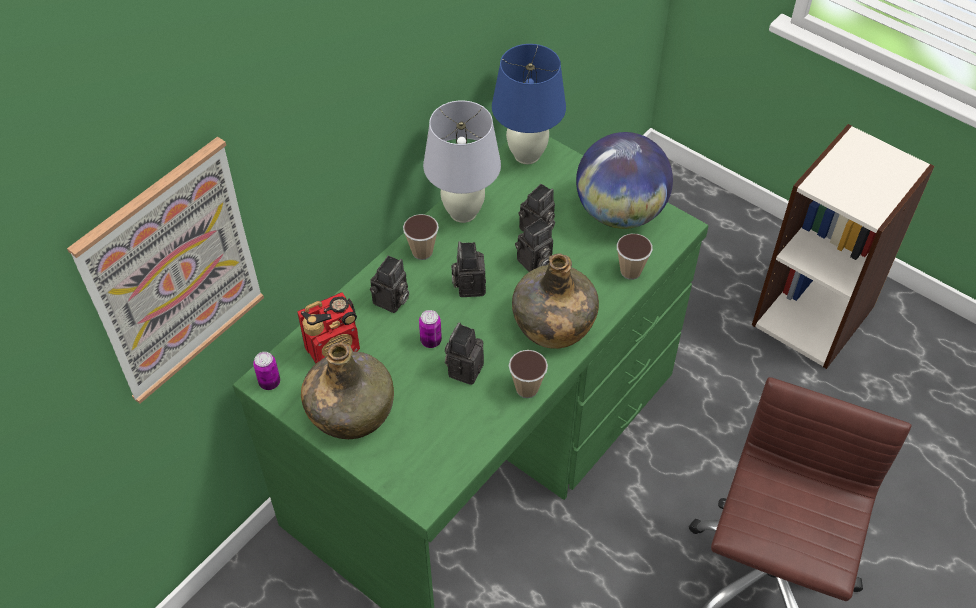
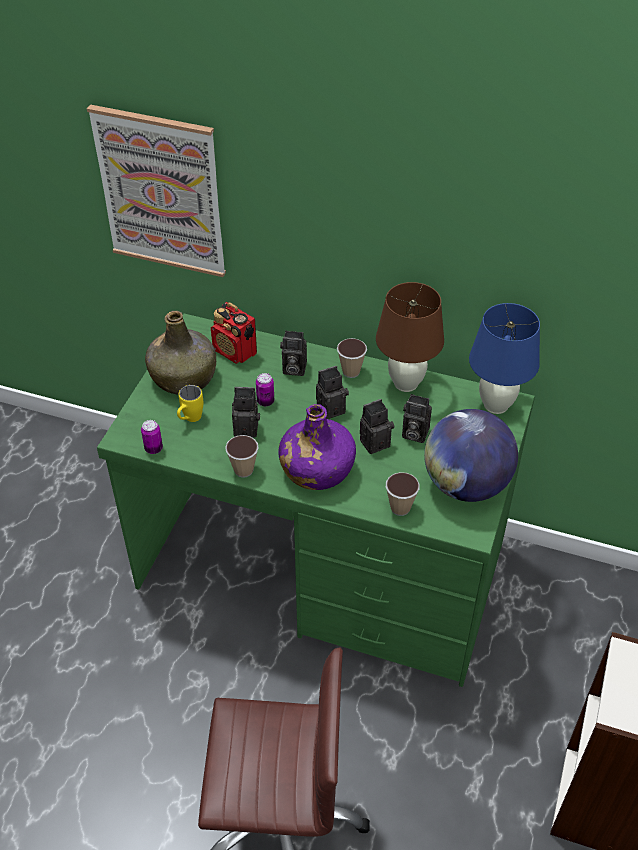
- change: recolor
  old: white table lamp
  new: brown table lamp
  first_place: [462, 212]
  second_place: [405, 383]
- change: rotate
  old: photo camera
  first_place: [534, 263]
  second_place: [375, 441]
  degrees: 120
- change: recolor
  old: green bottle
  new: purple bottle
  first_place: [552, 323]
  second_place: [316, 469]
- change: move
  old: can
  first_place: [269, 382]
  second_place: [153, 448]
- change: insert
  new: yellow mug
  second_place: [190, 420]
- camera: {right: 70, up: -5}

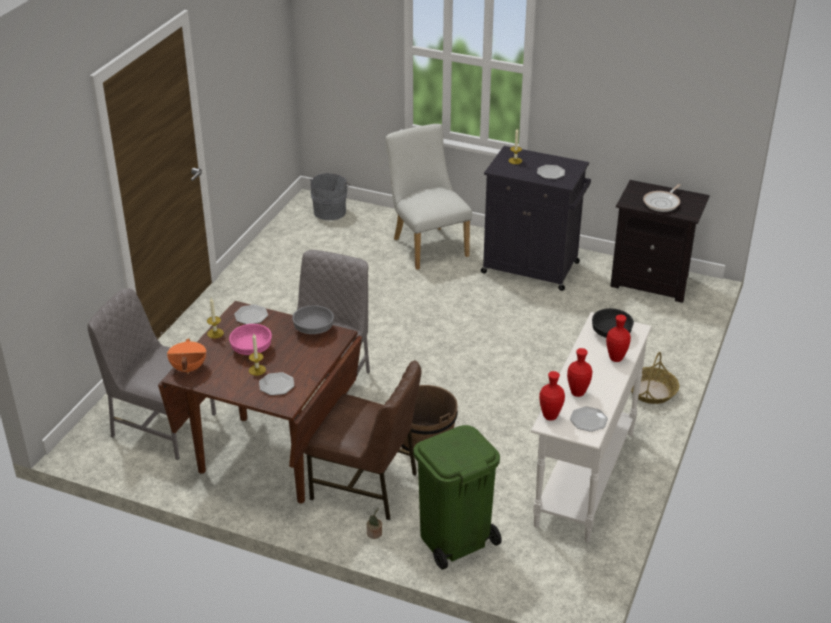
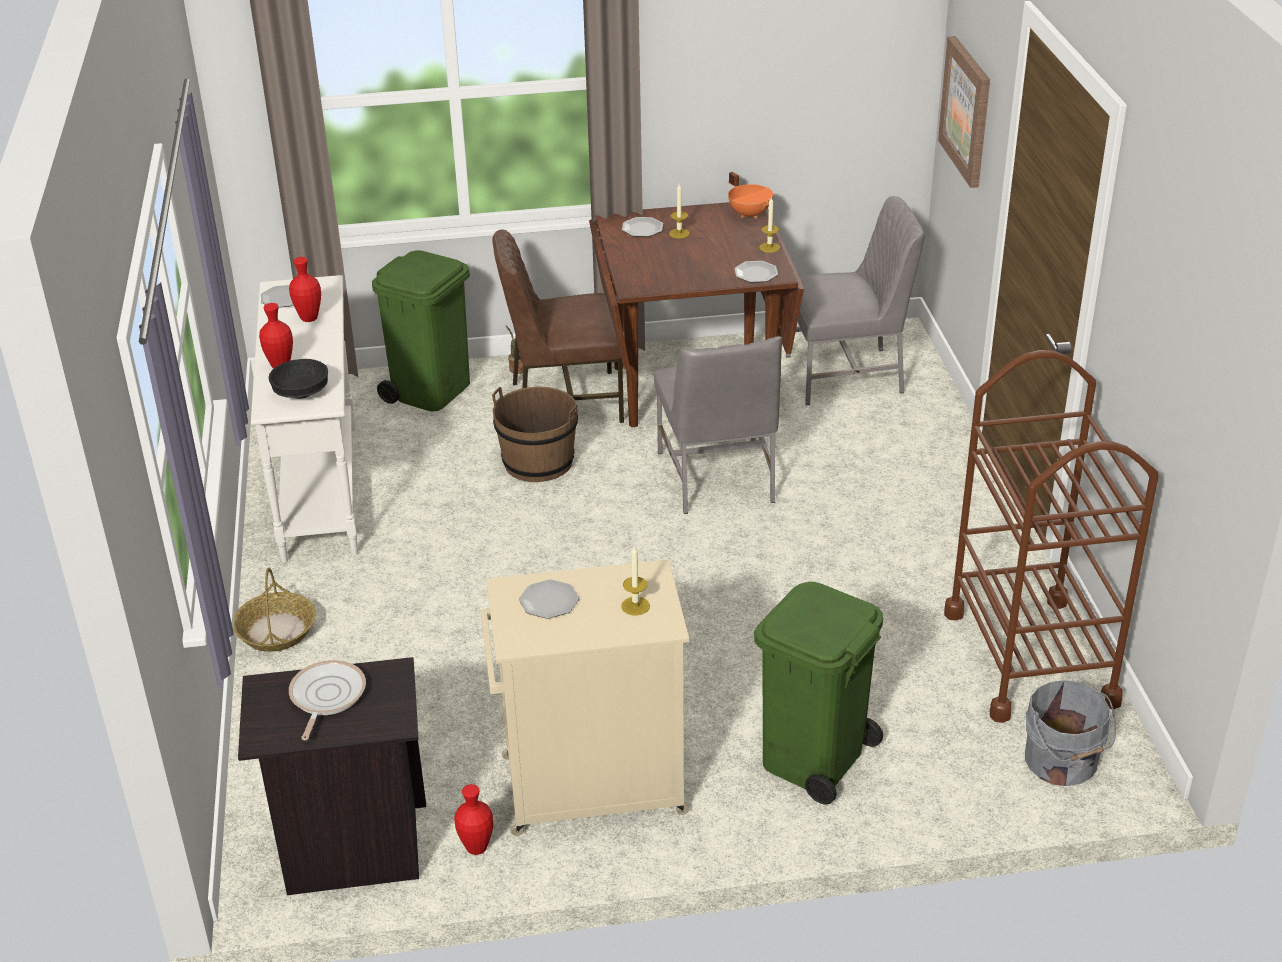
- change: replace
  old: white chair
  new: green trash can
  first_place: [427, 245]
  second_place: [813, 759]
- change: recolor
  old: black cabinet
  new: beige cabinet
  first_place: [532, 268]
  second_place: [589, 786]
- change: delete
  old: grey bowl
  first_place: [314, 330]
- change: delete
  old: pink bowl
  first_place: [251, 349]
- change: move
  old: red vase
  first_place: [550, 416]
  second_place: [476, 848]
- change: insert
  new: picture
  second_place: [967, 111]
- change: insert
  new: brown cart
  second_place: [1029, 657]
- camera: {right: 150, up: 0}

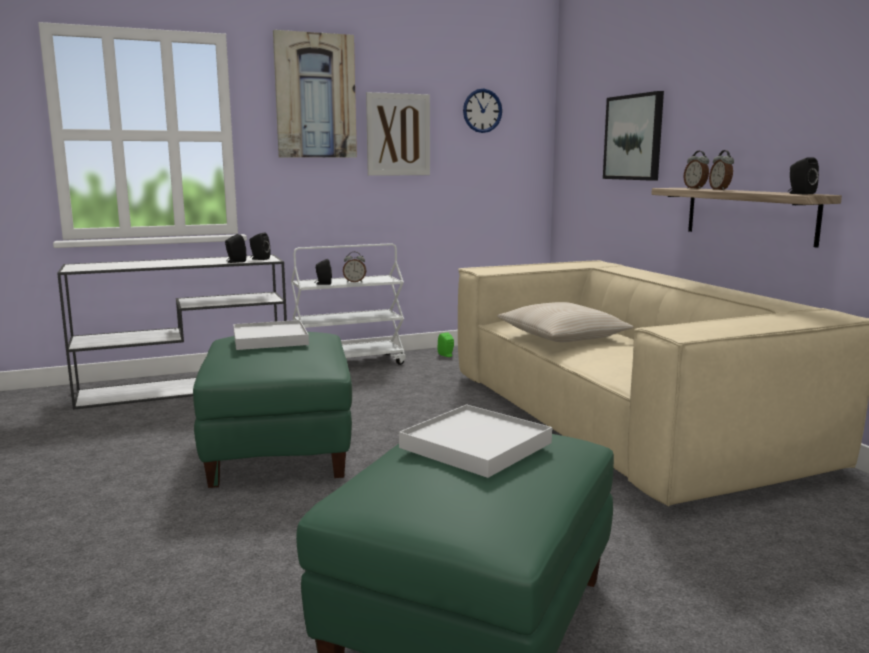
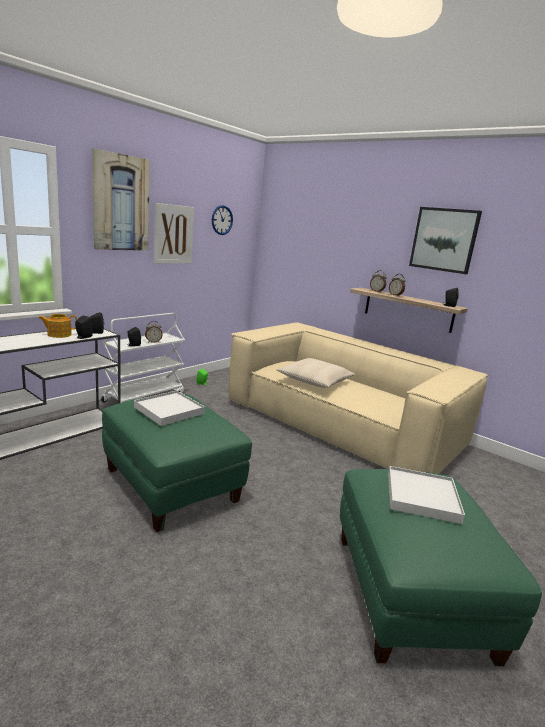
- change: move
  old: picture
  first_place: [634, 137]
  second_place: [444, 240]
- change: insert
  new: teapot
  second_place: [59, 334]
- camera: {right: -30, up: 5}

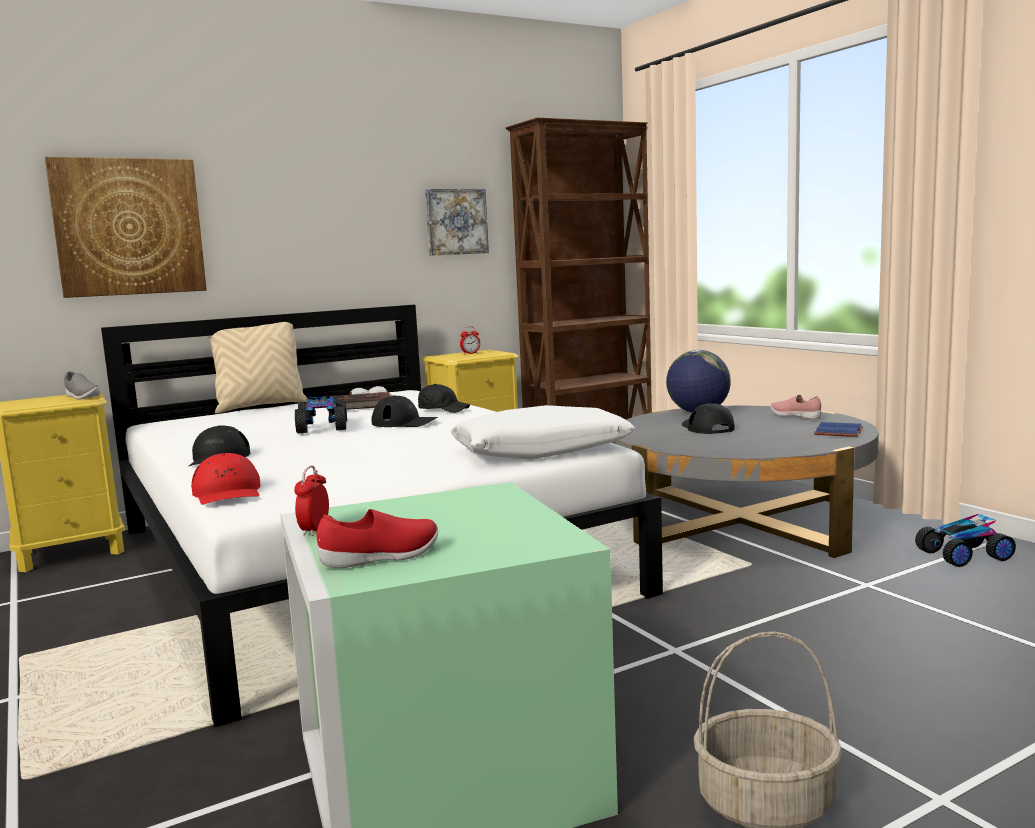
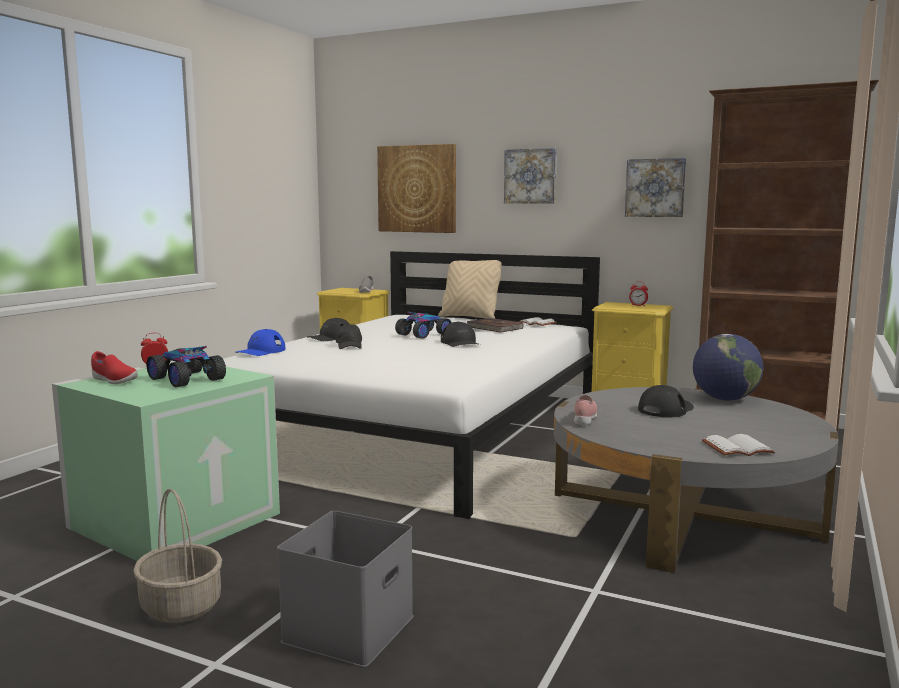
- change: move
  old: black cap
  first_place: [443, 410]
  second_place: [349, 346]
- change: move
  old: pink shoe
  first_place: [796, 417]
  second_place: [585, 419]
- change: delete
  old: white pillow
  first_place: [541, 451]
- change: recolor
  old: blue book
  new: white book
  first_place: [837, 432]
  second_place: [737, 448]
- change: recolor
  old: red cap
  new: blue cap
  first_place: [228, 493]
  second_place: [261, 351]
- change: move
  old: toy car
  first_place: [963, 555]
  second_place: [187, 379]
- change: insert
  new: picture
  second_place: [530, 176]
- change: insert
  new: grey storage box
  second_place: [348, 627]
- camera: {right: 55, up: 0}

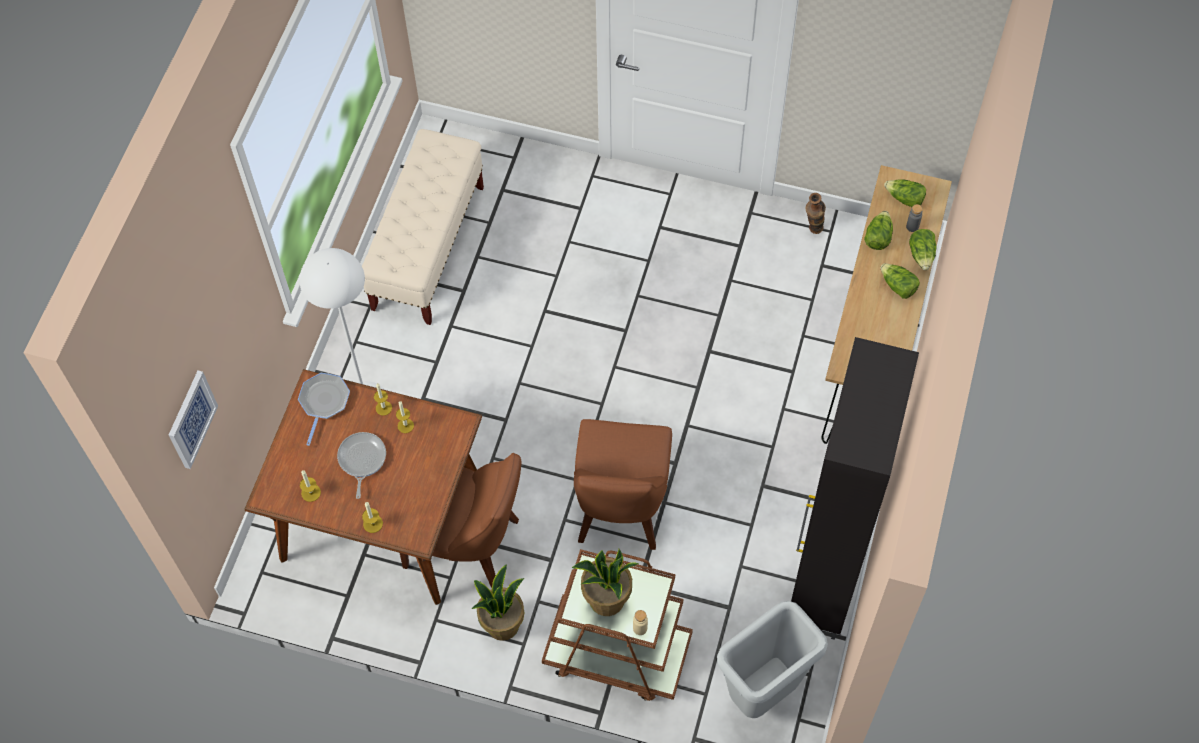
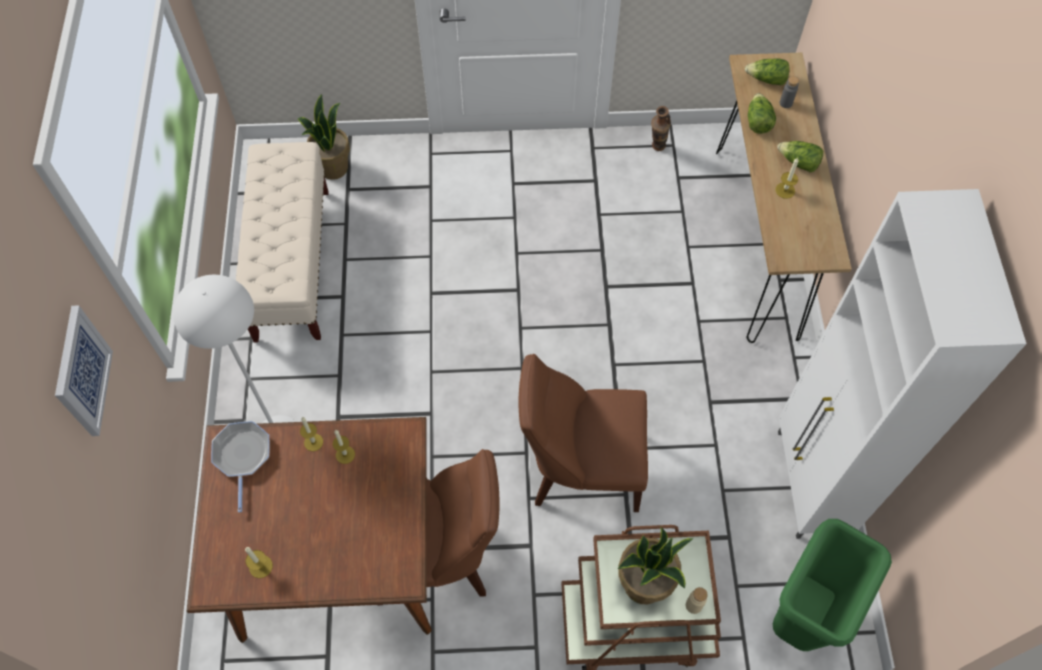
- change: delete
  old: lettuce
  first_place: [922, 255]
- change: recolor
  old: black cabinet
  new: white cabinet
  first_place: [822, 585]
  second_place: [809, 484]
- change: move
  old: picture
  first_place: [191, 419]
  second_place: [81, 372]
- change: rotate
  old: brown chair
  first_place: [620, 507]
  second_place: [580, 468]
  degrees: 105
- change: delete
  old: frying pan
  first_place: [361, 460]
- change: move
  old: candle
  first_place: [373, 523]
  second_place: [785, 190]
- change: move
  old: potted plant
  first_place: [502, 624]
  second_place: [333, 167]
- change: recolor
  old: grey trash can
  new: green trash can
  first_place: [762, 692]
  second_place: [798, 616]
- camera: {right: -20, up: 0}

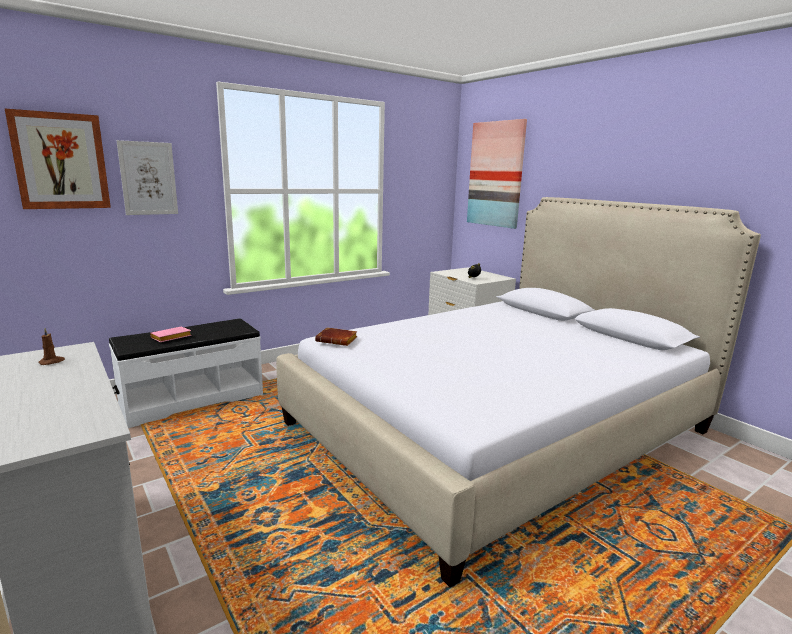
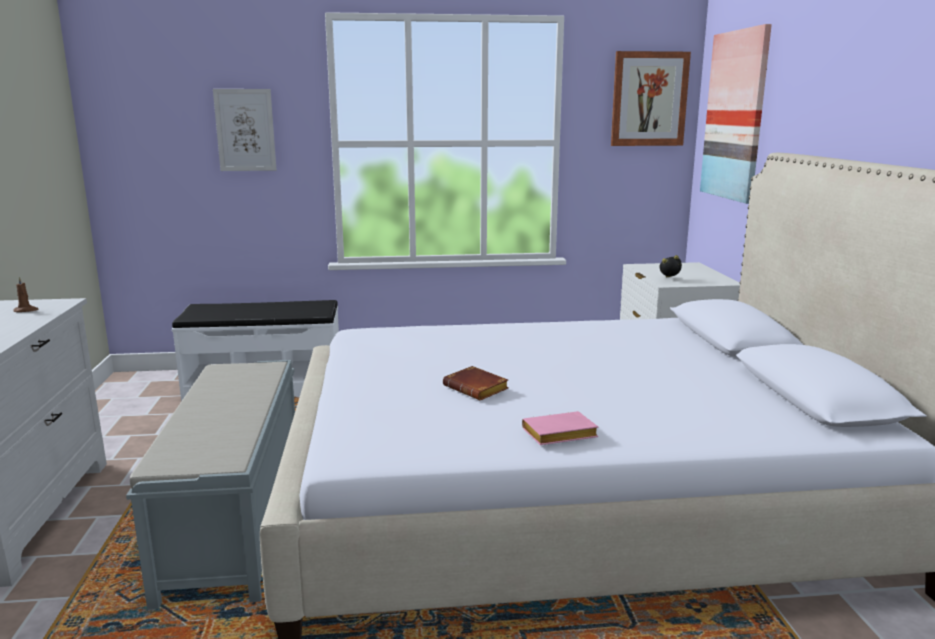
- change: move
  old: picture
  first_place: [60, 161]
  second_place: [649, 99]
- change: move
  old: pink book
  first_place: [170, 338]
  second_place: [558, 435]
- change: move
  old: brown book
  first_place: [338, 340]
  second_place: [478, 389]
- change: insert
  new: grey bench
  second_place: [236, 520]
- camera: {right: 30, up: 0}

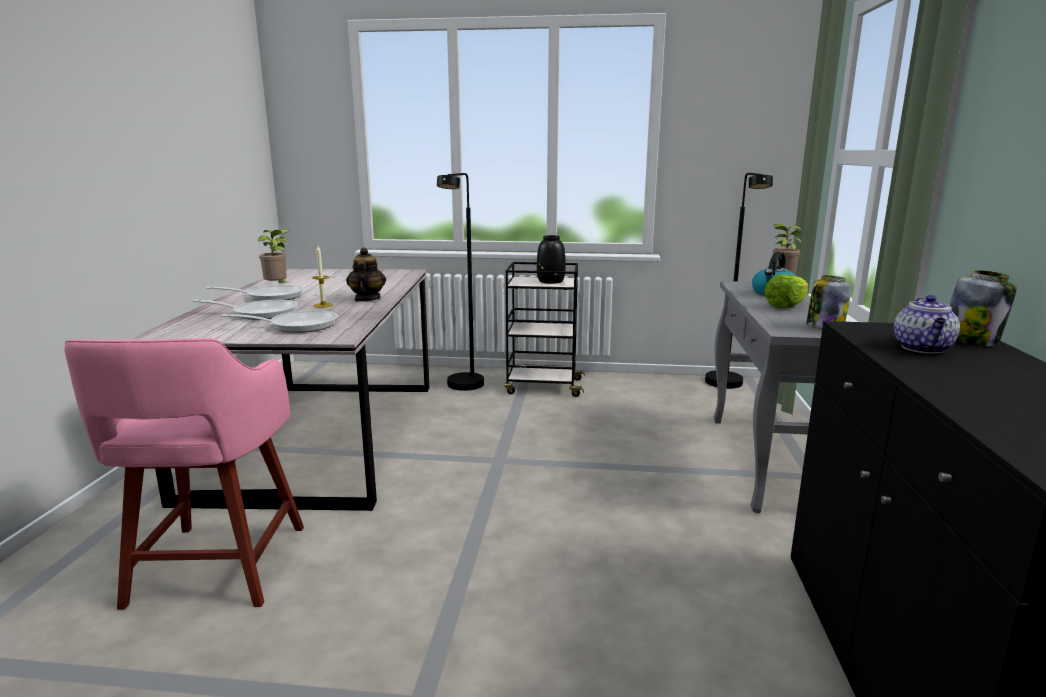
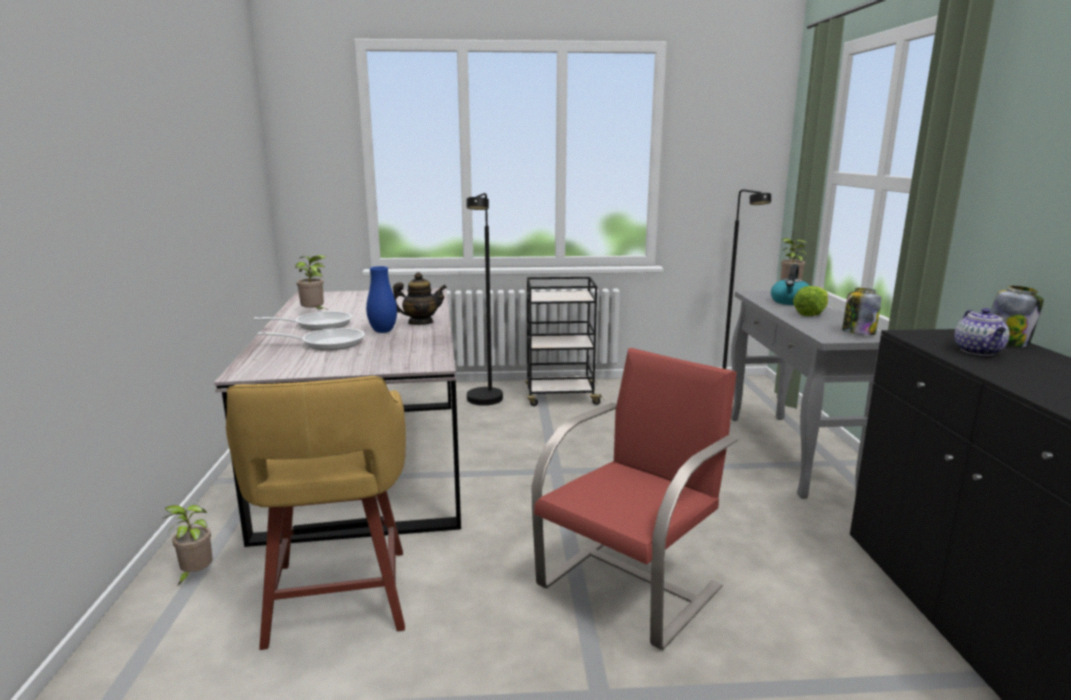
- change: delete
  old: black vase
  first_place: [551, 281]
- change: replace
  old: candle
  new: blue vase
  first_place: [323, 305]
  second_place: [383, 331]
- change: rotate
  old: teapot
  first_place: [367, 299]
  second_place: [420, 323]
  degrees: 90
- change: delete
  old: frying pan
  first_place: [297, 326]
- change: recolor
  old: pink stool
  new: yellow stool
  first_place: [215, 568]
  second_place: [337, 600]
- change: insert
  new: red chair
  second_place: [632, 585]
- change: insert
  new: potted plant
  second_place: [195, 575]
- camera: {right: -10, up: 0}

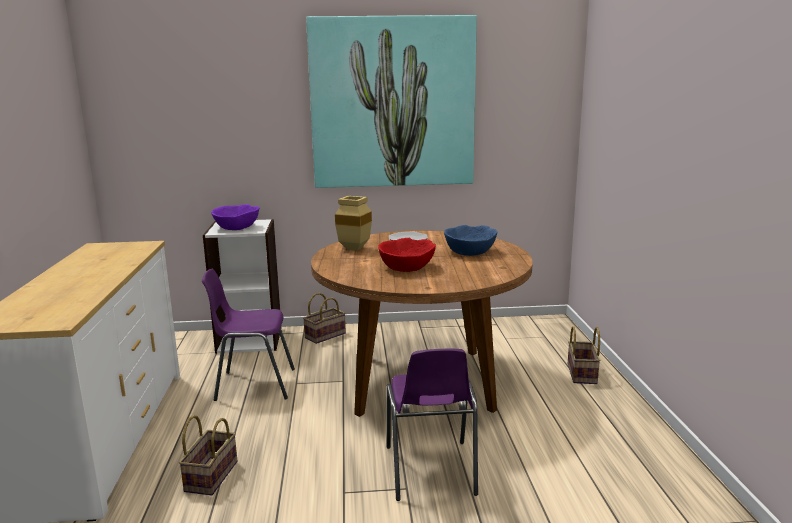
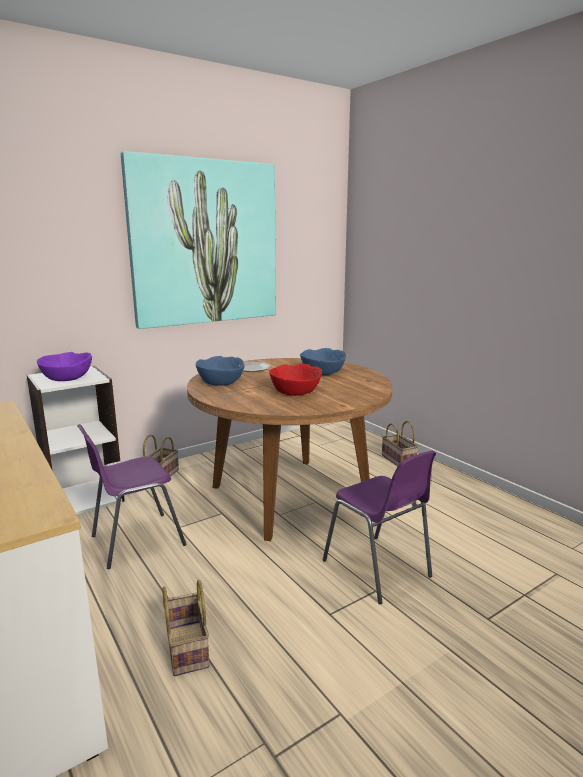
- change: replace
  old: beige vase
  new: blue bowl
  first_place: [356, 248]
  second_place: [221, 382]
- camera: {right: -30, up: 0}

